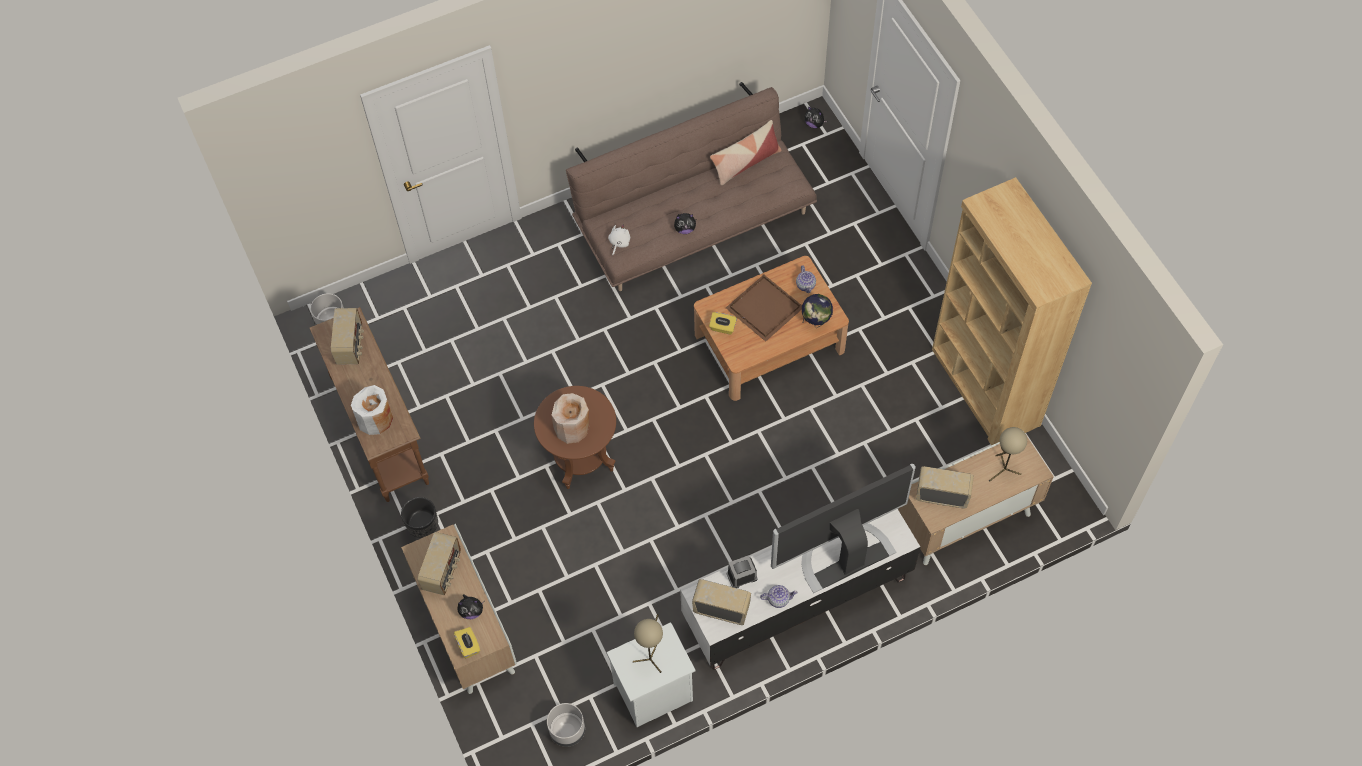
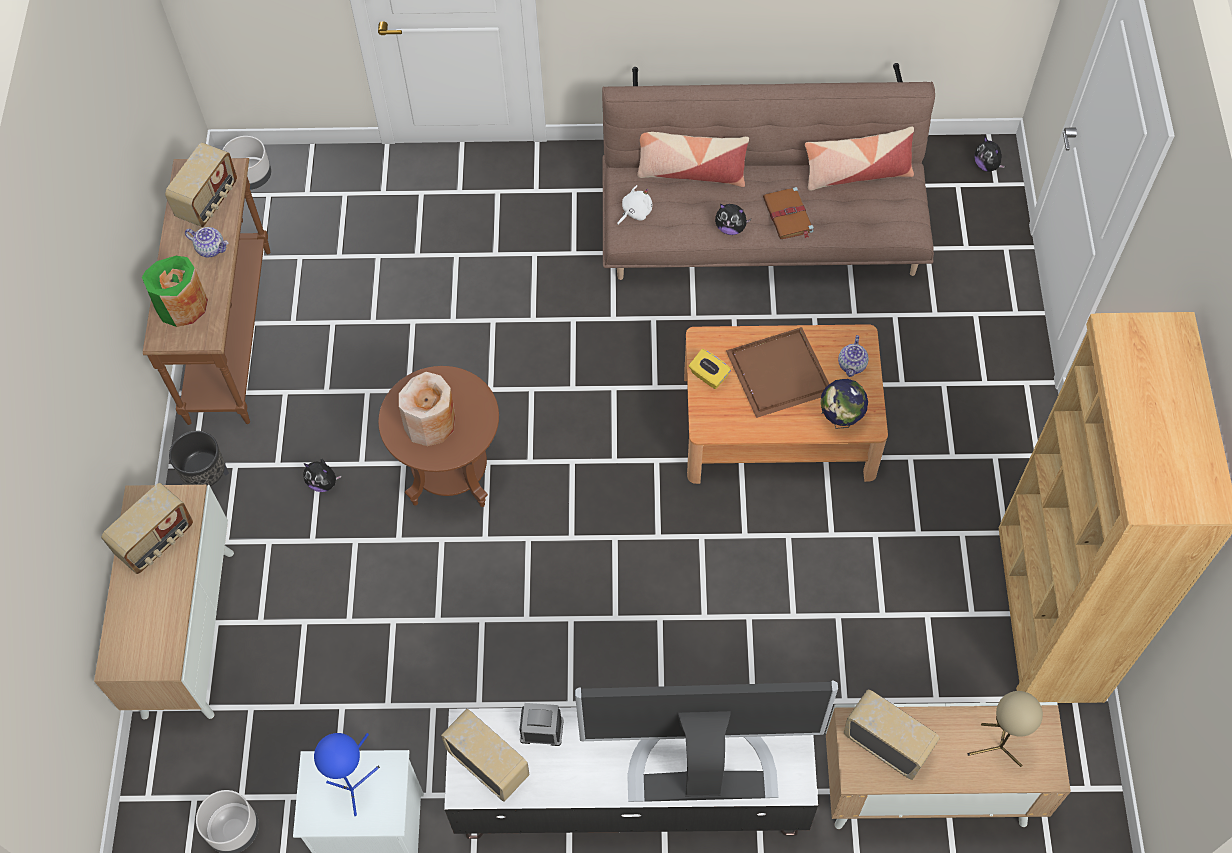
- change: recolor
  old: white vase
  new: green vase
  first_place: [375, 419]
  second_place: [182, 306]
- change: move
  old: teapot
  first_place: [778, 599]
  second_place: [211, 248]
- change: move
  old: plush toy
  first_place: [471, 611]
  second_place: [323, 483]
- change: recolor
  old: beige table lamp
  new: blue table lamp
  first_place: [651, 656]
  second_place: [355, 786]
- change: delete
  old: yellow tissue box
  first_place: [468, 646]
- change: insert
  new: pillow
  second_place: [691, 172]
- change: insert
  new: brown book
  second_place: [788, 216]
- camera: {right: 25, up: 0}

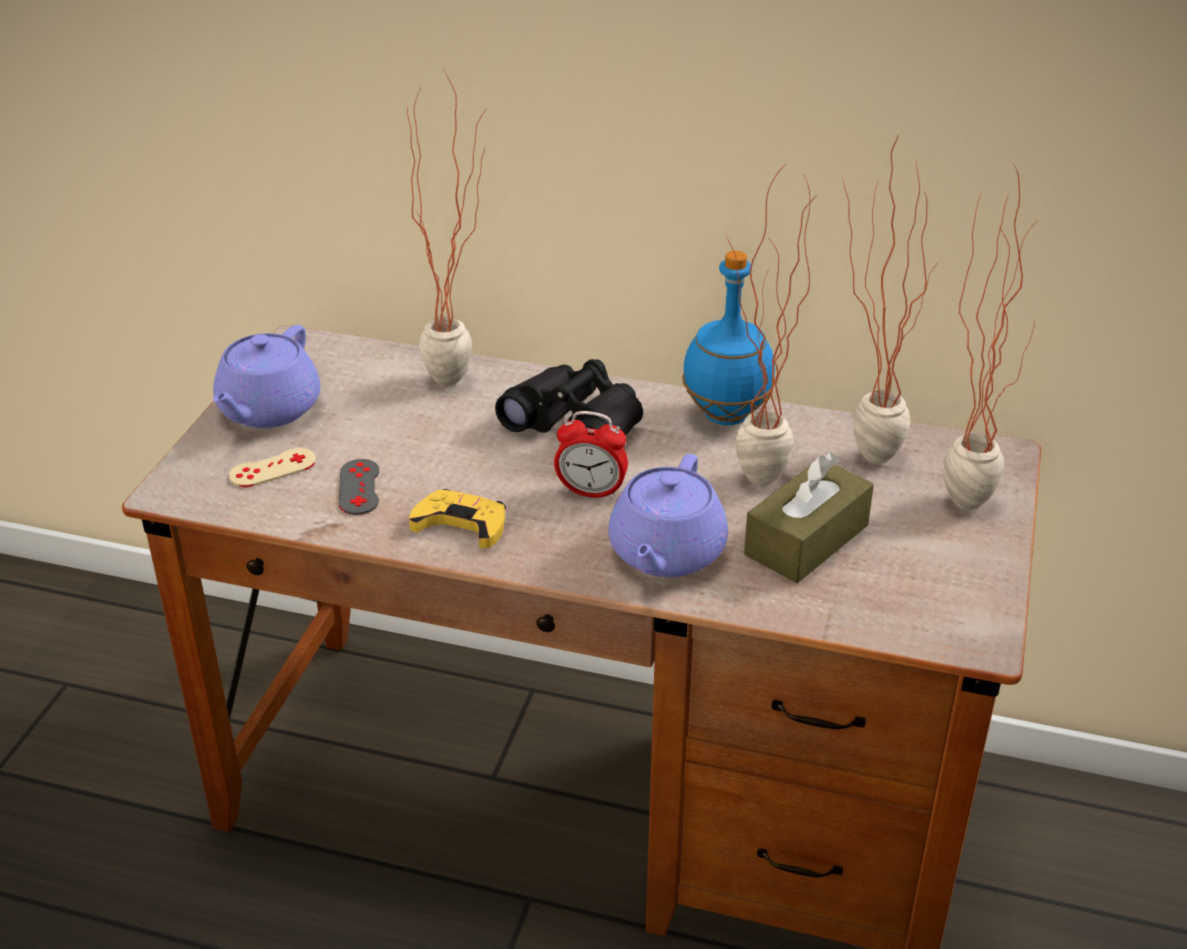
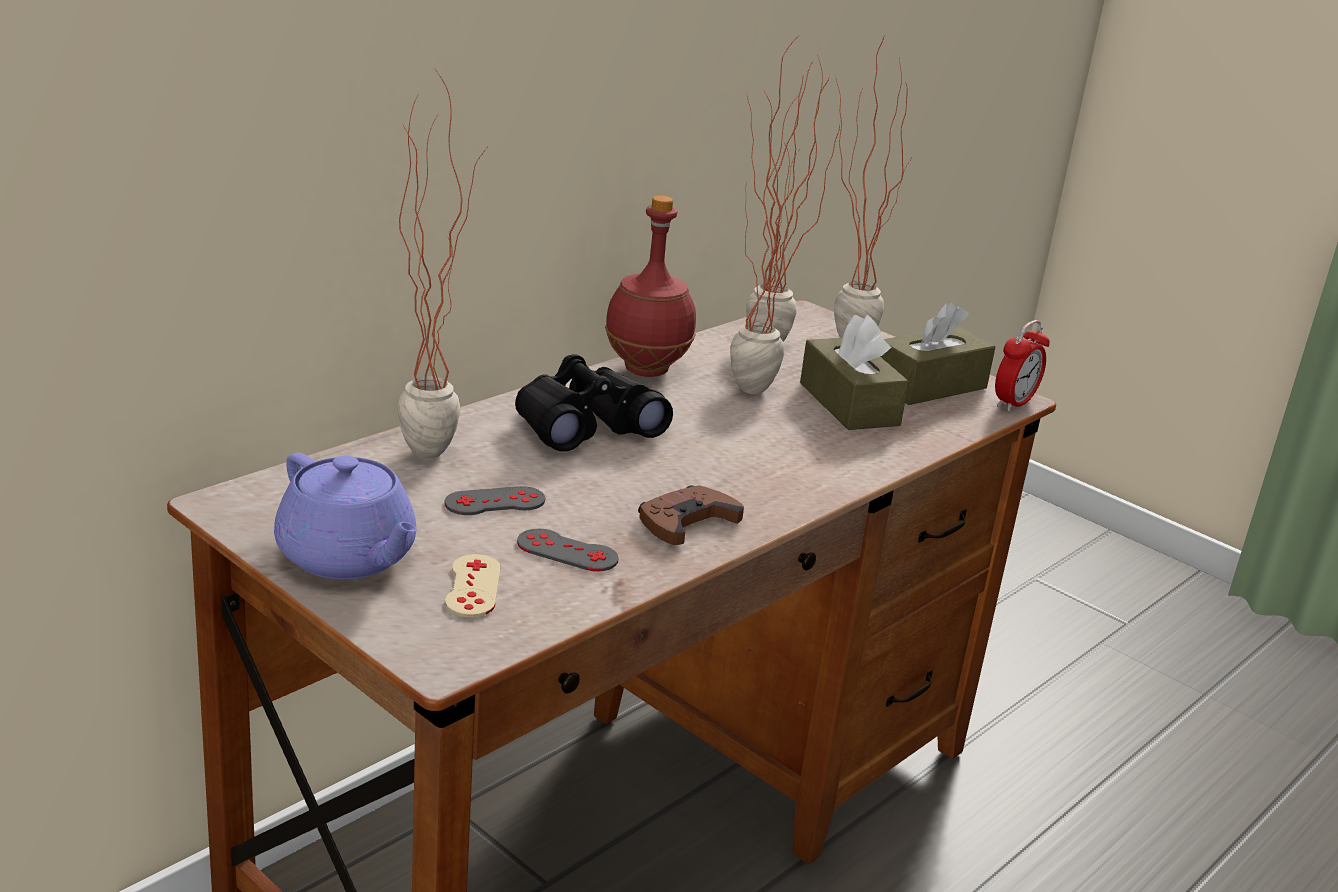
- change: recolor
  old: blue bottle
  new: red bottle
  first_place: [727, 415]
  second_place: [647, 369]
- change: move
  old: alarm clock
  first_place: [591, 492]
  second_place: [1014, 403]
- change: delete
  old: purple teapot
  first_place: [665, 553]
- change: recolor
  old: yellow game controller
  new: brown game controller
  first_place: [461, 524]
  second_place: [686, 521]
- change: insert
  new: brown tissue box
  second_place: [929, 385]
- change: insert
  new: grey game controller
  second_place: [495, 502]
- camera: {right: -65, up: -10}

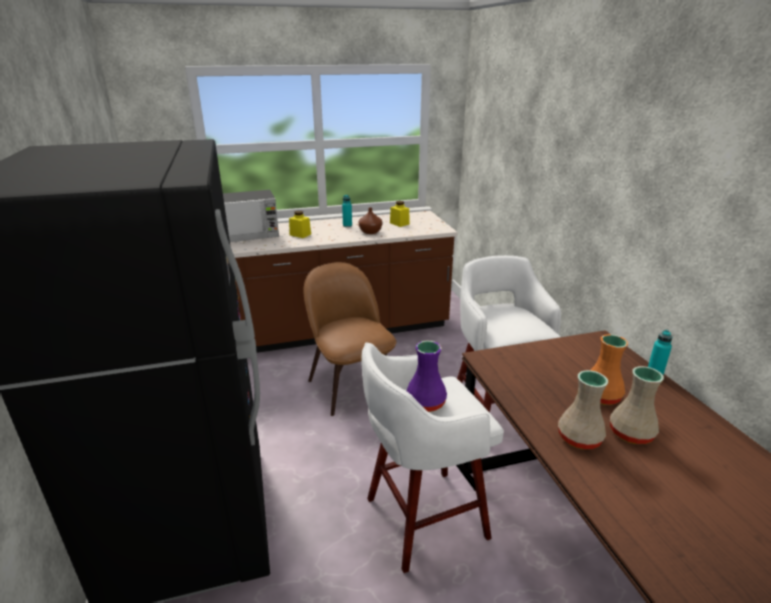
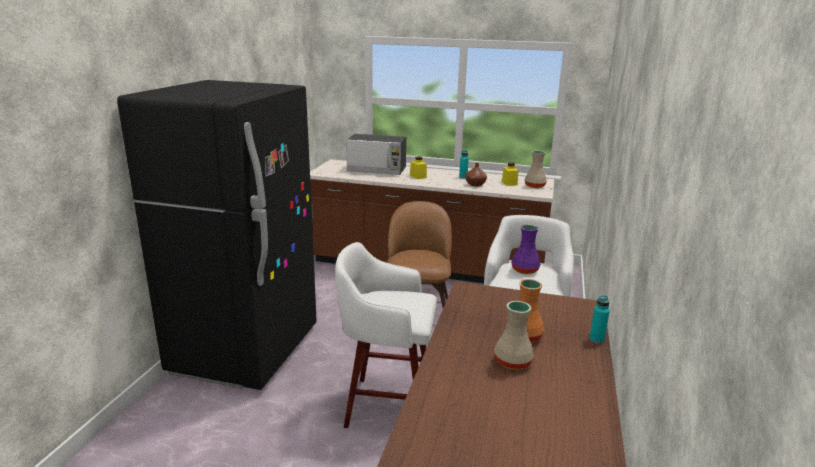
- change: move
  old: purple vase
  first_place: [426, 402]
  second_place: [525, 270]
- change: move
  old: beige vase
  first_place: [579, 438]
  second_place: [535, 186]
- camera: {right: 30, up: -5}

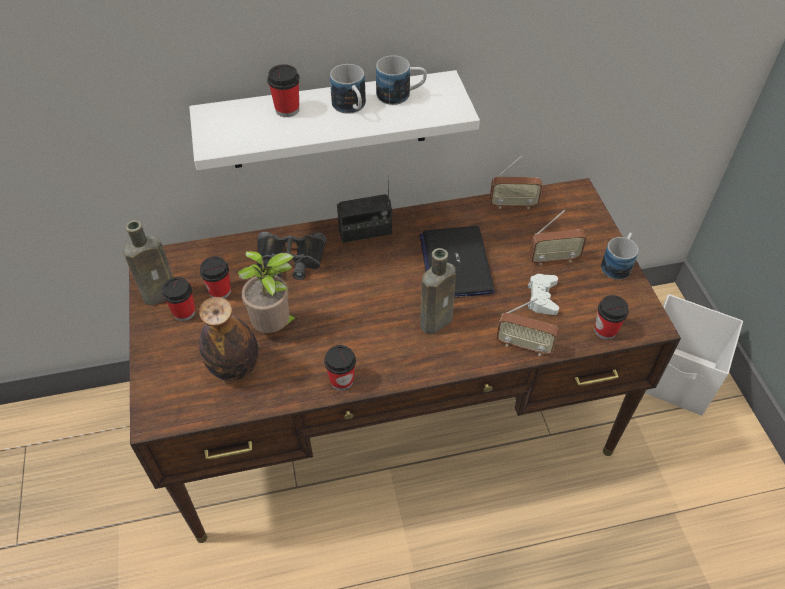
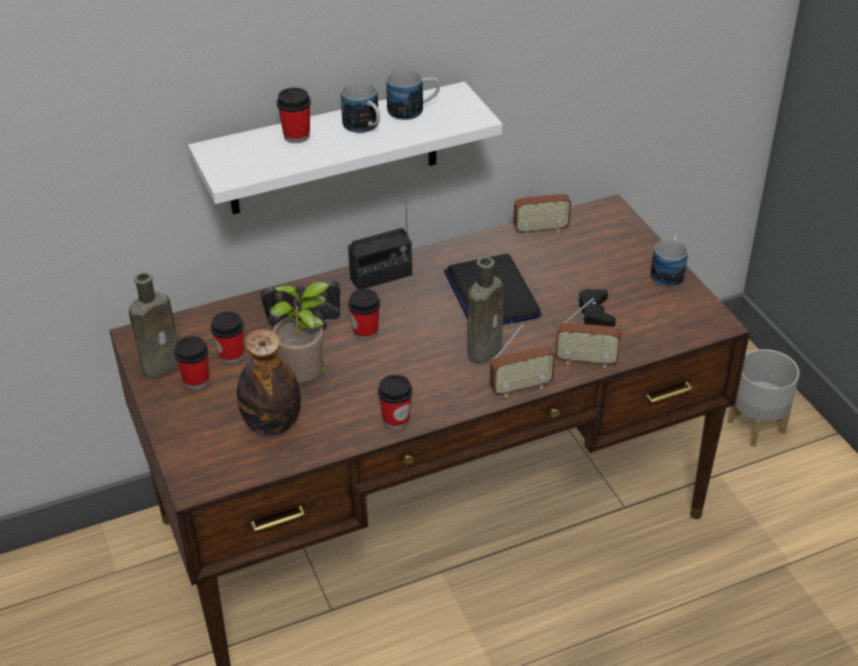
- change: move
  old: radio
  first_place: [553, 259]
  second_place: [521, 388]
- change: recolor
  old: white game controller
  new: black game controller
  first_place: [542, 297]
  second_place: [594, 314]
- change: replace
  old: white storage box
  new: grey planter
  first_place: [674, 377]
  second_place: [757, 426]
- change: move
  old: cup
  first_place: [605, 330]
  second_place: [365, 332]
- camera: {right: -10, up: -10}

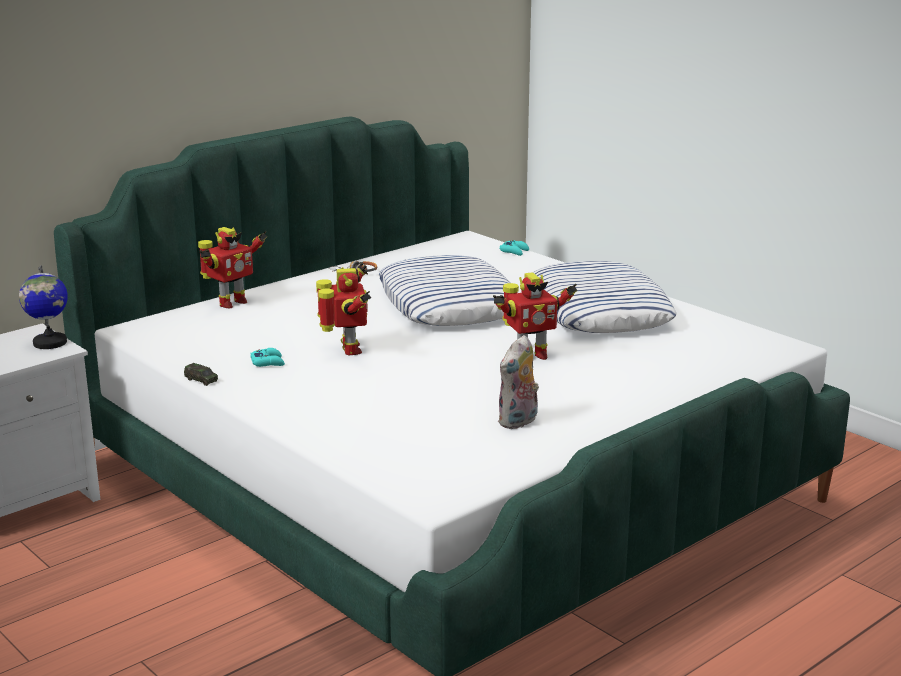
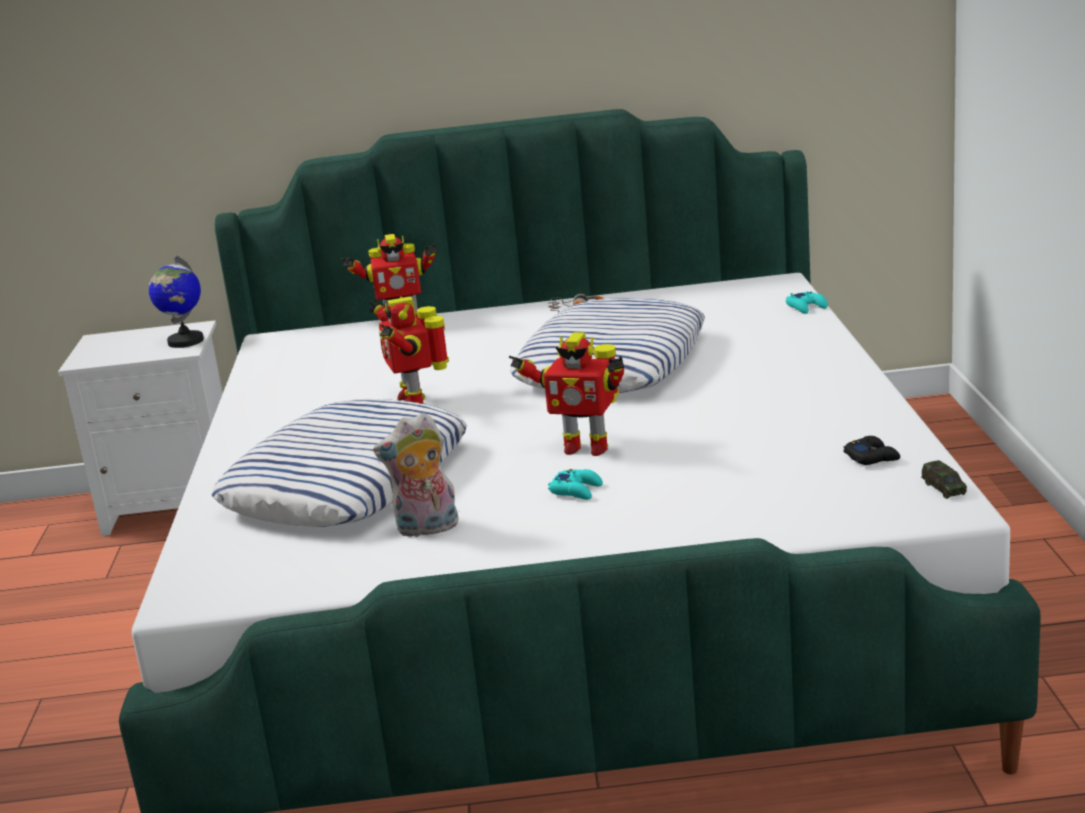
- change: move
  old: pillow
  first_place: [598, 310]
  second_place: [347, 480]
- change: rotate
  old: toy robot
  first_place: [348, 350]
  second_place: [414, 400]
  degrees: 135
- change: move
  old: turquoise game controller
  first_place: [268, 362]
  second_place: [576, 490]
- change: move
  old: toy car
  first_place: [201, 380]
  second_place: [943, 488]
- change: insert
  new: black game controller
  second_place: [871, 457]
- camera: {right: 40, up: 0}

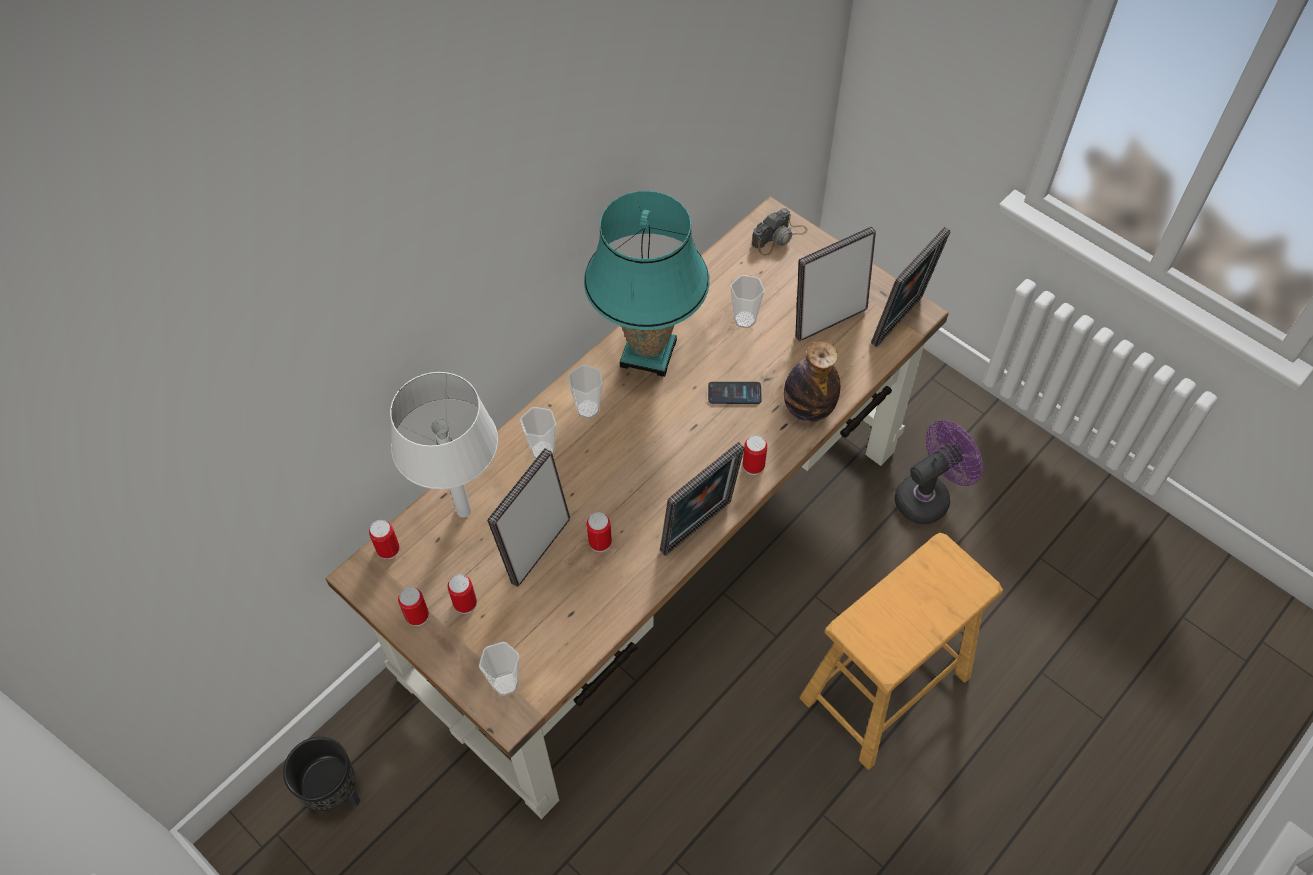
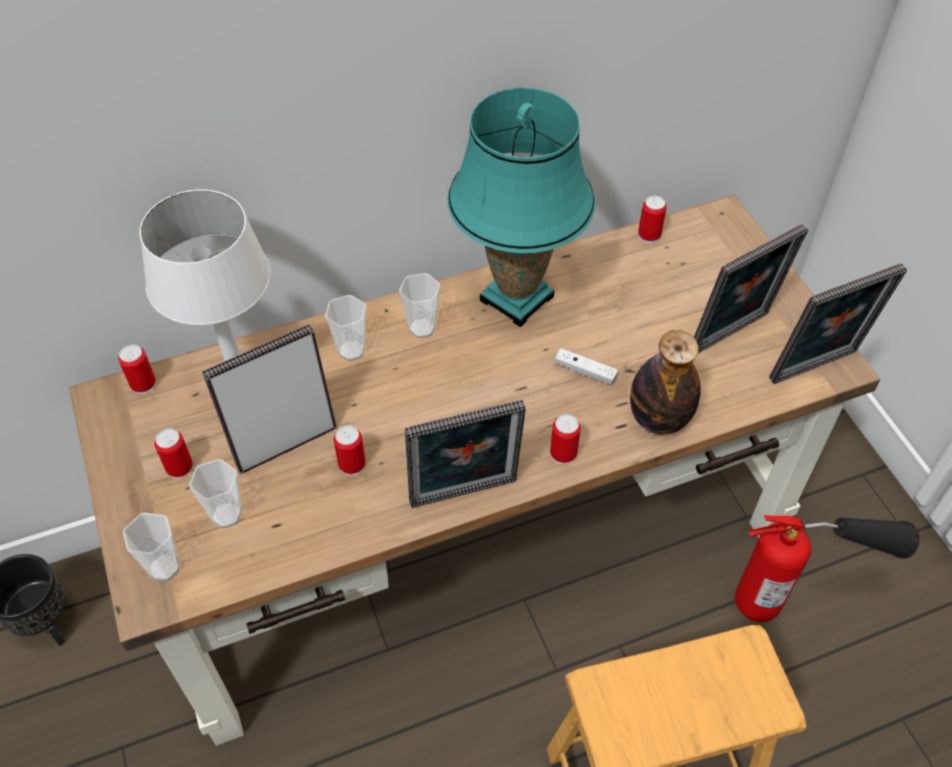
- change: delete
  old: photo camera
  first_place: [779, 237]
- change: rotate
  old: picture frame
  first_place: [828, 319]
  second_place: [732, 336]
  degrees: 150
- change: move
  old: cup
  first_place: [744, 319]
  second_place: [226, 515]
- change: replace
  old: phone
  new: white game controller
  first_place: [734, 393]
  second_place: [585, 371]
- change: replace
  old: purple fan
  new: fire extinguisher
  first_place: [928, 496]
  second_place: [800, 595]
- change: move
  old: can
  first_place: [417, 616]
  second_place: [649, 235]
- camera: {right: 25, up: -5}

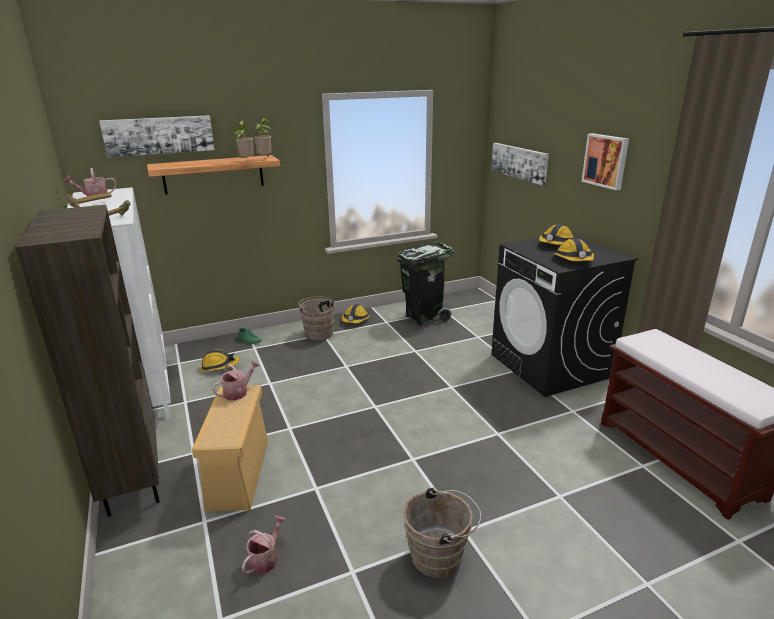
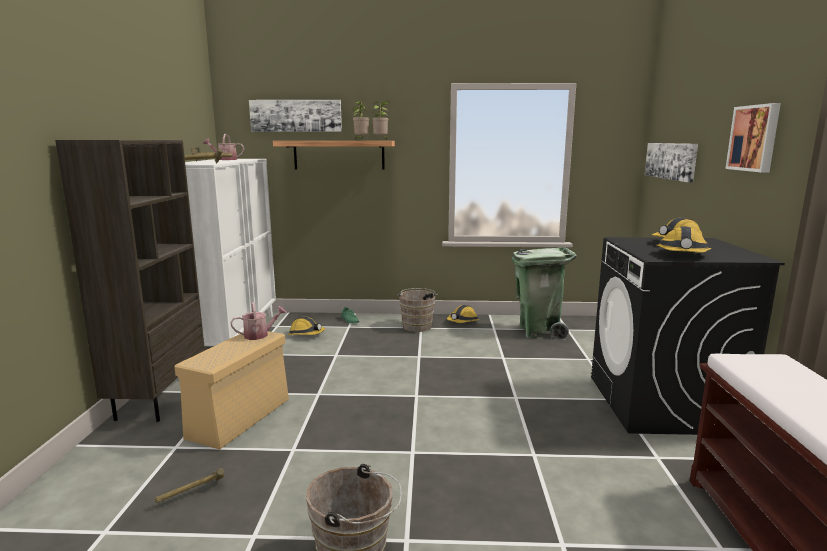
- change: recolor
  old: black trash can
  new: green trash can
  first_place: [424, 317]
  second_place: [539, 332]
- change: replace
  old: watering can
  new: hammer
  first_place: [266, 558]
  second_place: [191, 494]
- camera: {right: 25, up: -10}

